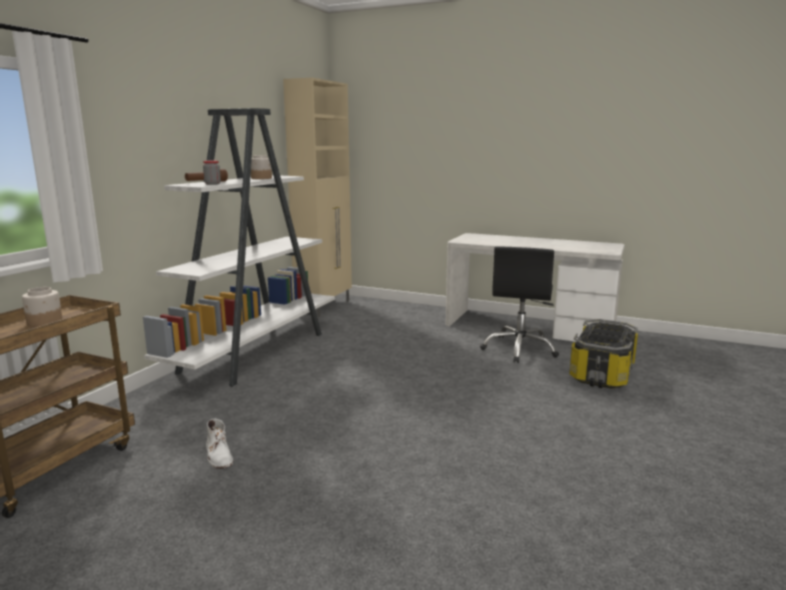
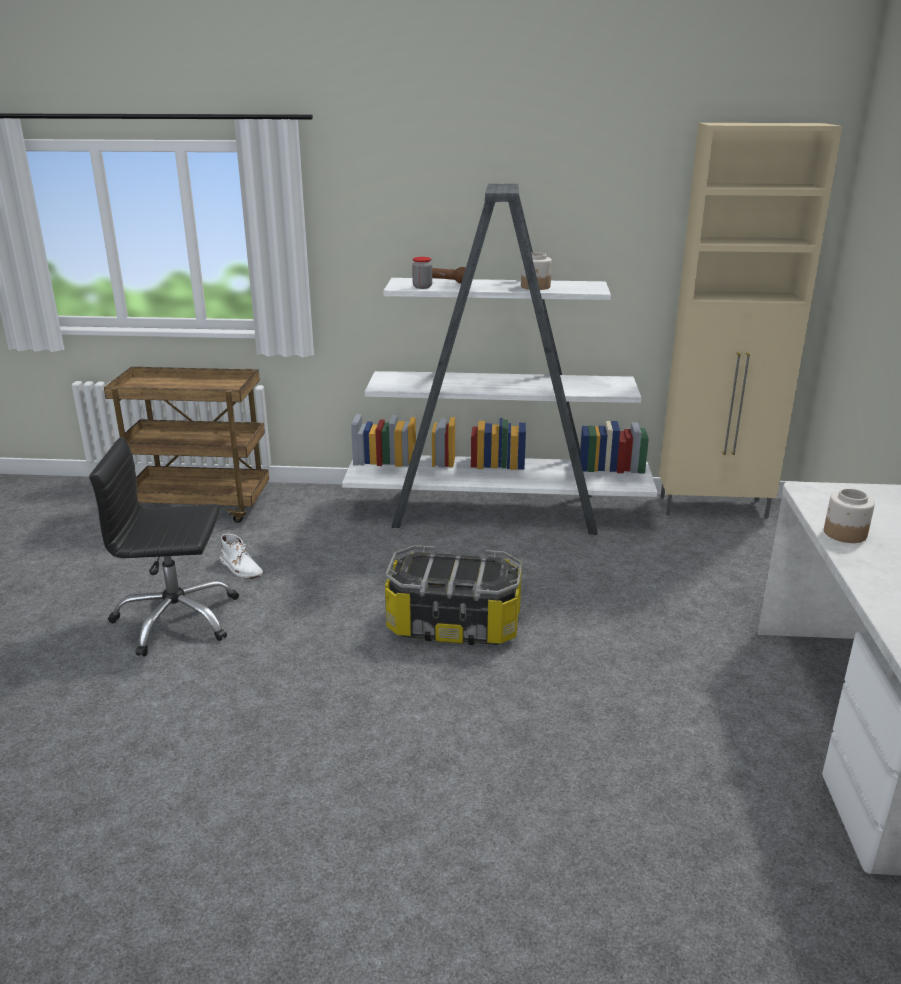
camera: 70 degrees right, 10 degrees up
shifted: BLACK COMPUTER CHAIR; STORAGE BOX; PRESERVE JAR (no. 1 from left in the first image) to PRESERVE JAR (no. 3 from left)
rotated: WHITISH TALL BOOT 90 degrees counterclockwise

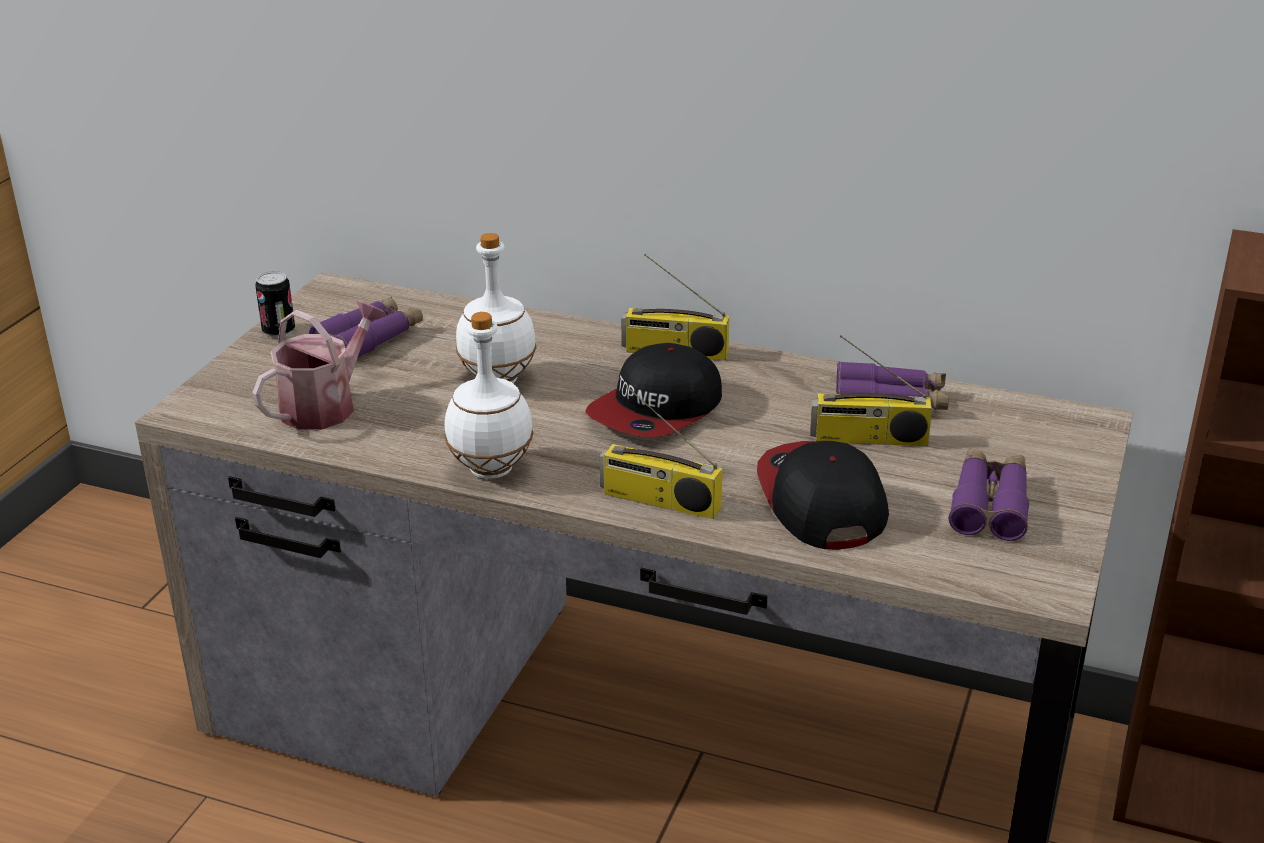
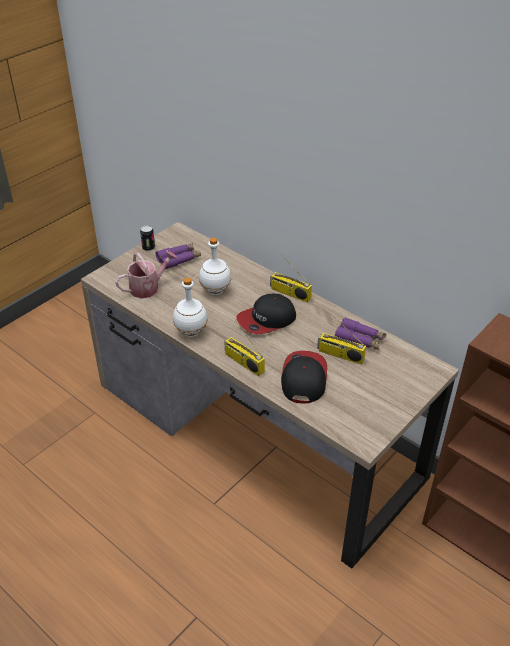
camera: 20 degrees right, 10 degrees up
gone: PURPLISH FIELD GLASSES (no. 3 from left)

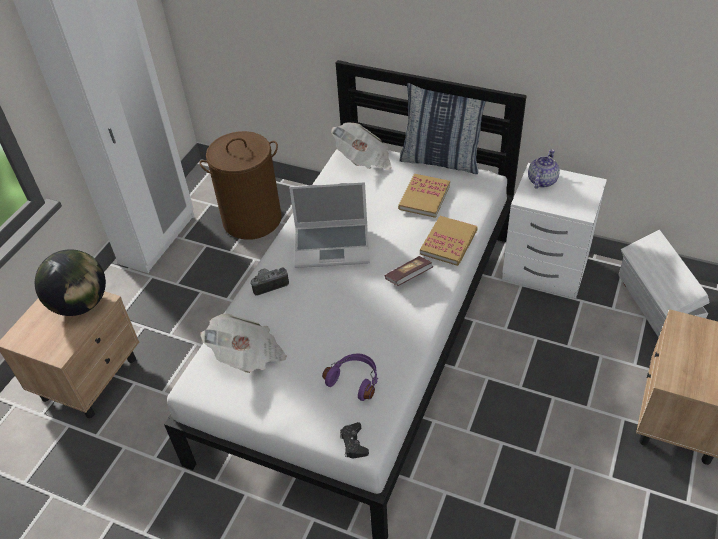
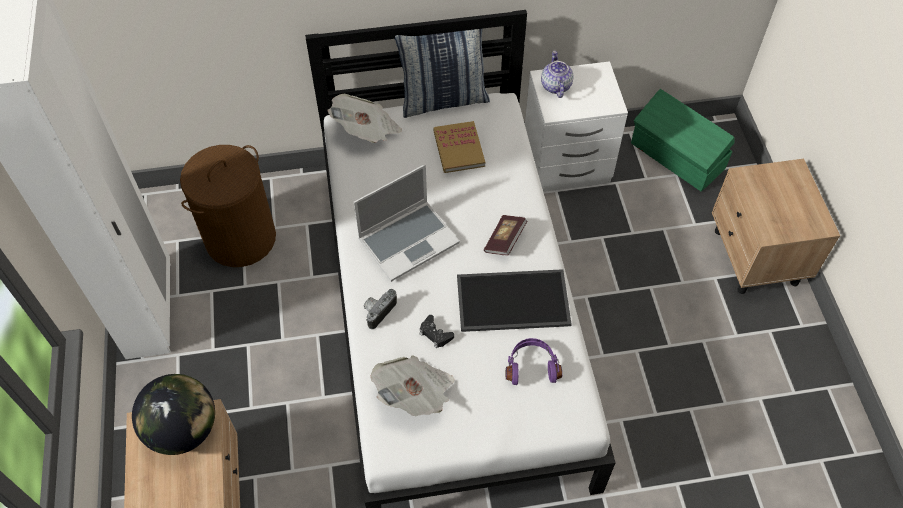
camera: 35 degrees left, 10 degrees up
gone: VOLUME (no. 3 from left)
new: TRAY
shifted: BLACK JOYPAD
repainted: WHITISH STORAGE BOX to GREENISH STORAGE BOX

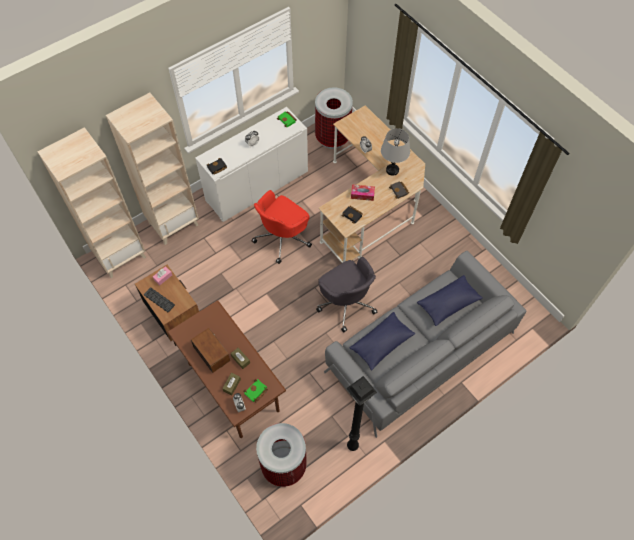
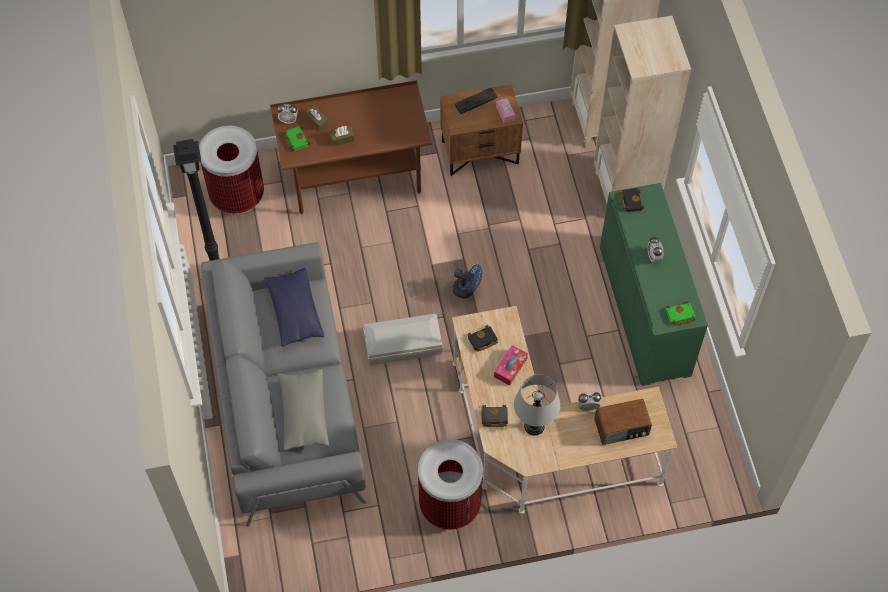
camera: 115 degrees right, 0 degrees up
gone: RED-COLOURED COMPUTER CHAIR
new: BLUISH COOLING FAN
shifted: RUBBISH BIN (no. 2 from left); RADIO SET
swapped: GRAY COMPUTER CHAIR to WHITISH STORAGE BOX
repainted: BLUISH CUSHION (no. 2 from left) to GRAY CUSHION; WHITISH CUPBOARD to GREENISH CUPBOARD

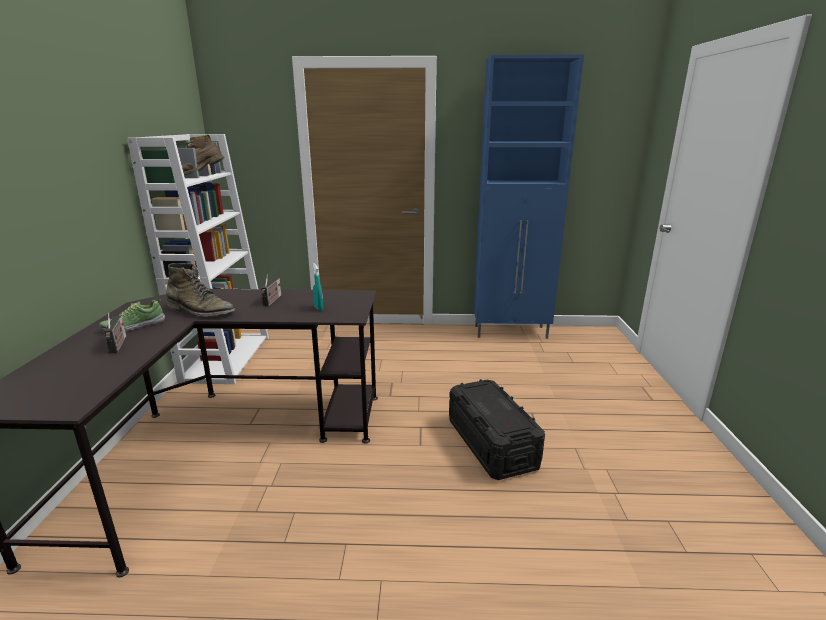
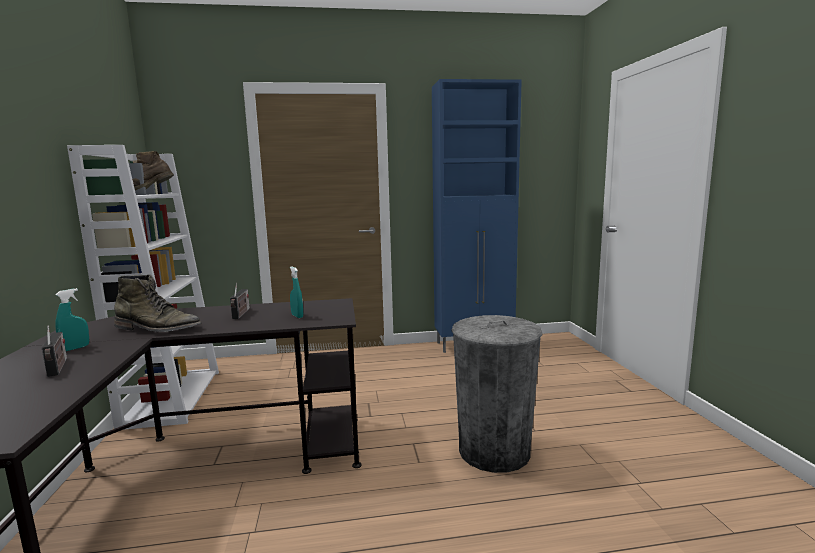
camera: 10 degrees left, 10 degrees down
swapped: SHOE to TURQUOISE SPRAY BOTTLE (no. 1 from left); BLACK STORAGE BOX to GRAY RUBBISH BIN

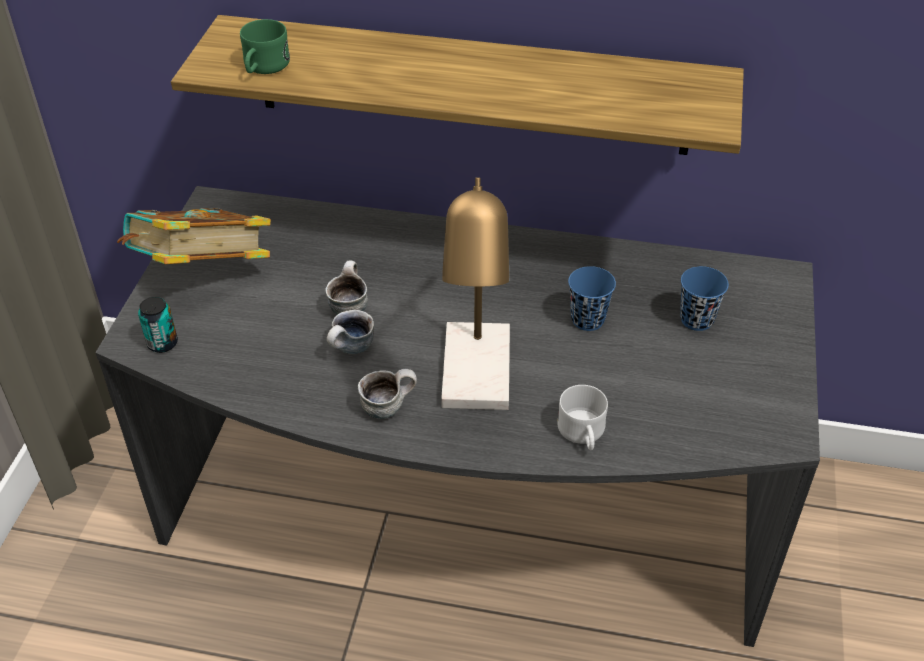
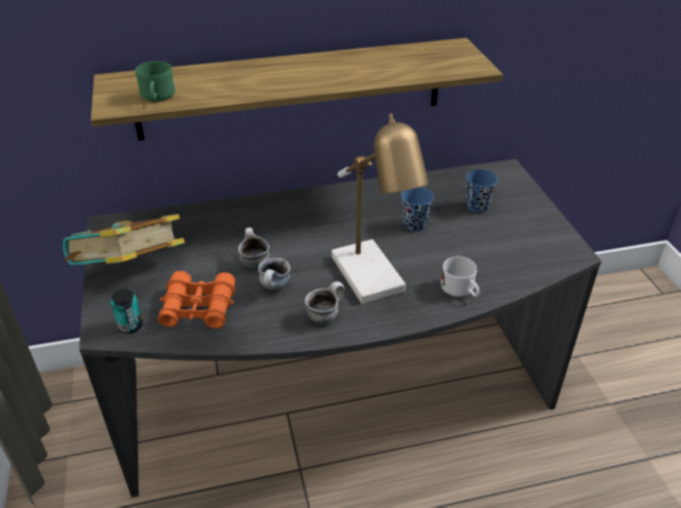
camera: 25 degrees left, 5 degrees down
new: ORANGE-COLOURED FIELD GLASSES

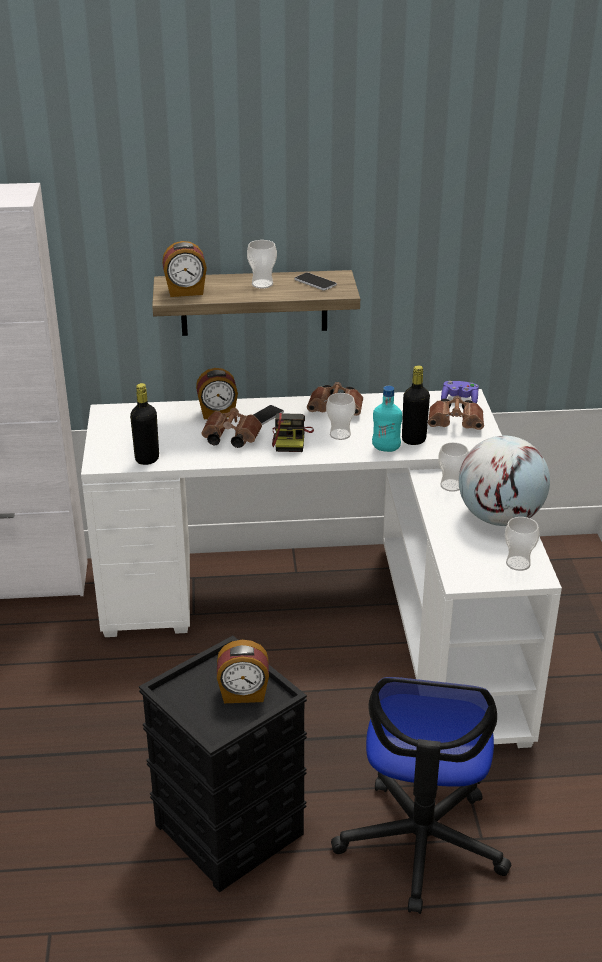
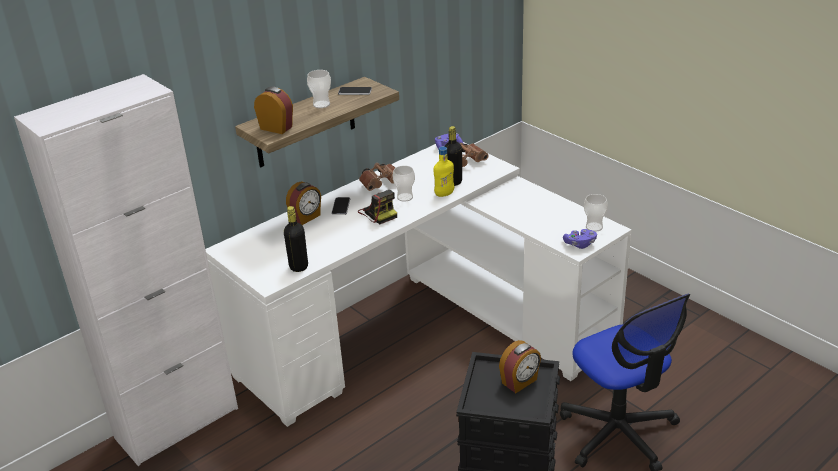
camera: 35 degrees left, 0 degrees up
gone: BROWNISH FIELD GLASSES (no. 1 from left); DRINKING CUP (no. 3 from left); GLOBE
new: PURPLISH JOYPAD (no. 2 from left)
repainted: TURQUOISE BOTTLE to YELLOW BOTTLE
rotated: TABLE CLOCK (no. 1 from left) 105 degrees counterclockwise

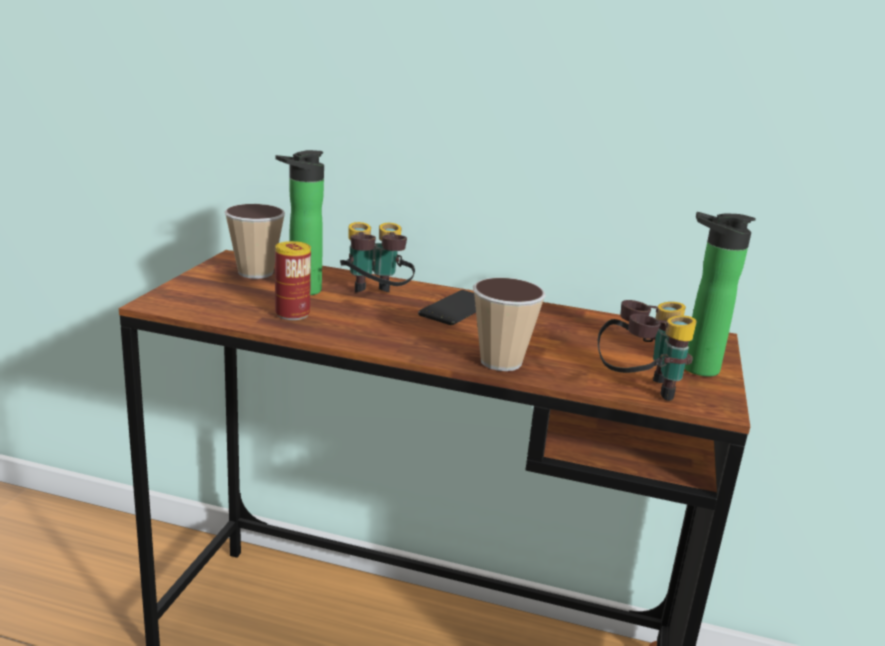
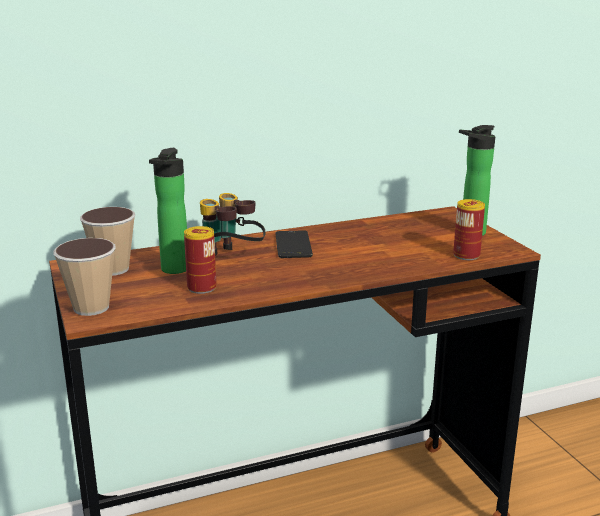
camera: 35 degrees left, 0 degrees up
shifted: DRINKING CUP (no. 2 from left in the first image) to DRINKING CUP (no. 1 from left)
swapped: FIELD GLASSES (no. 2 from left) to SEALED CAN (no. 2 from left)

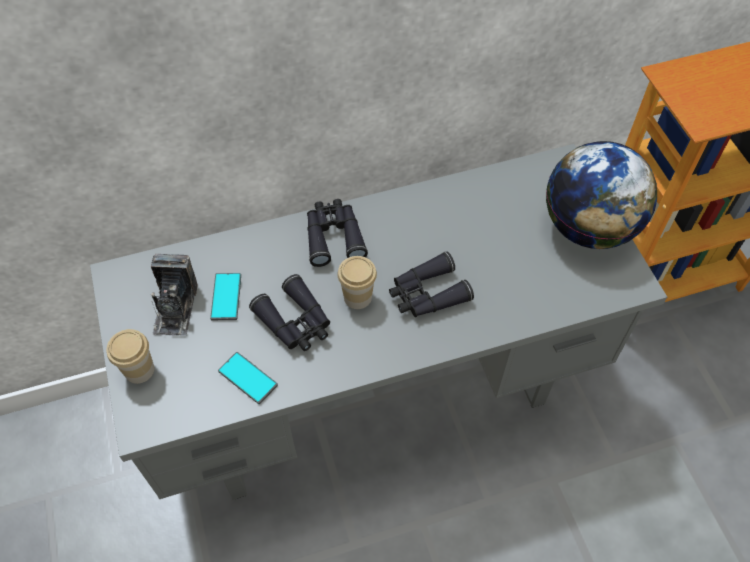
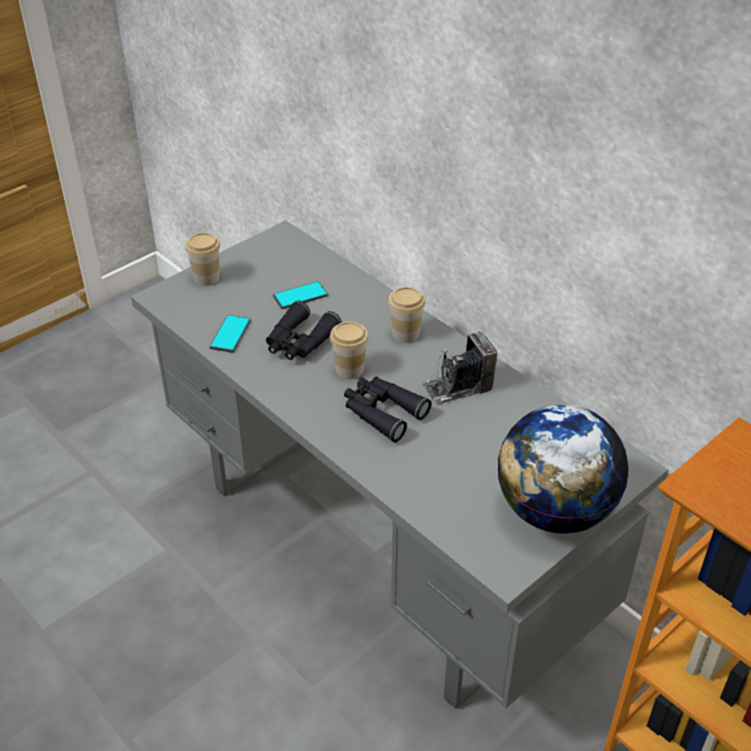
camera: 65 degrees right, 15 degrees down
shifted: PHOTO CAMERA
swapped: BLACK FIELD GLASSES (no. 2 from left) to DRINKING CUP (no. 3 from left)

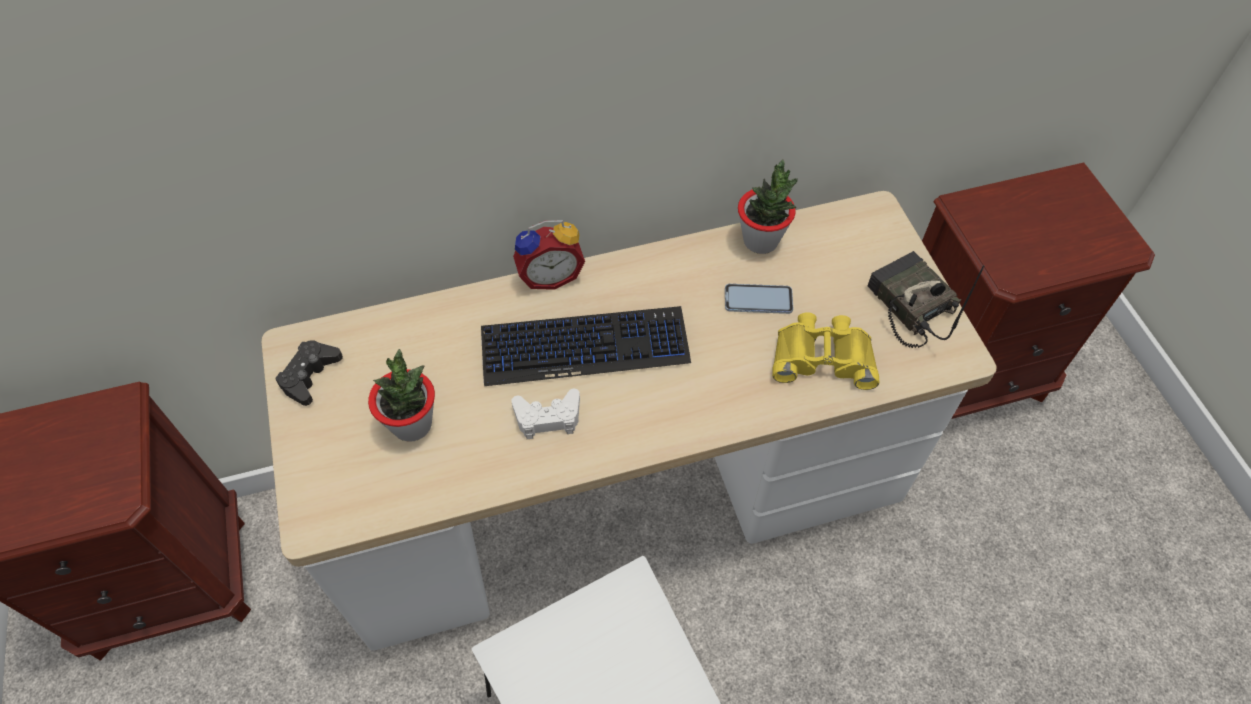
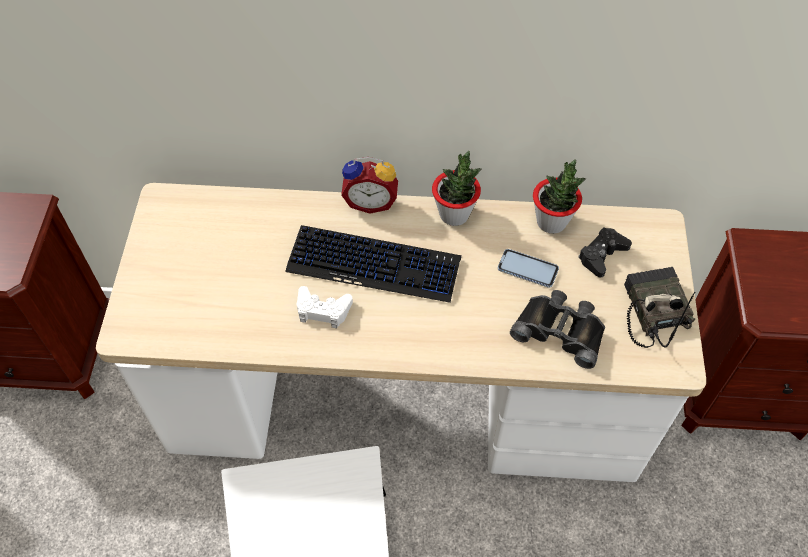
camera: 20 degrees right, 0 degrees up
shifted: POTTED PLANT (no. 1 from left); BLACK JOYPAD
repainted: YELLOW FIELD GLASSES to BLACK FIELD GLASSES

